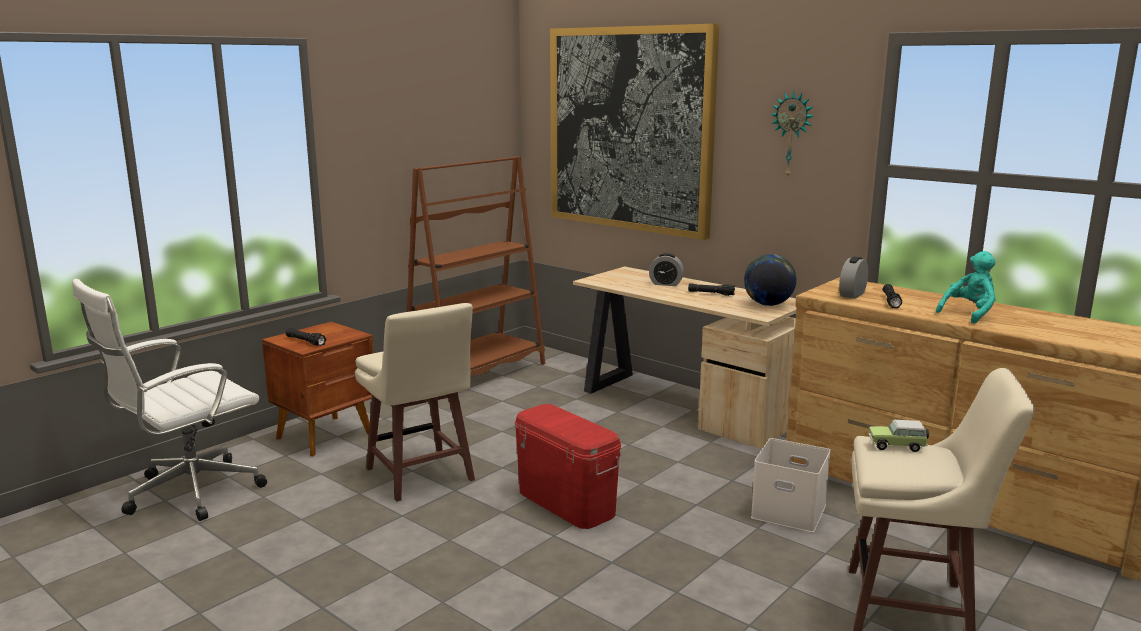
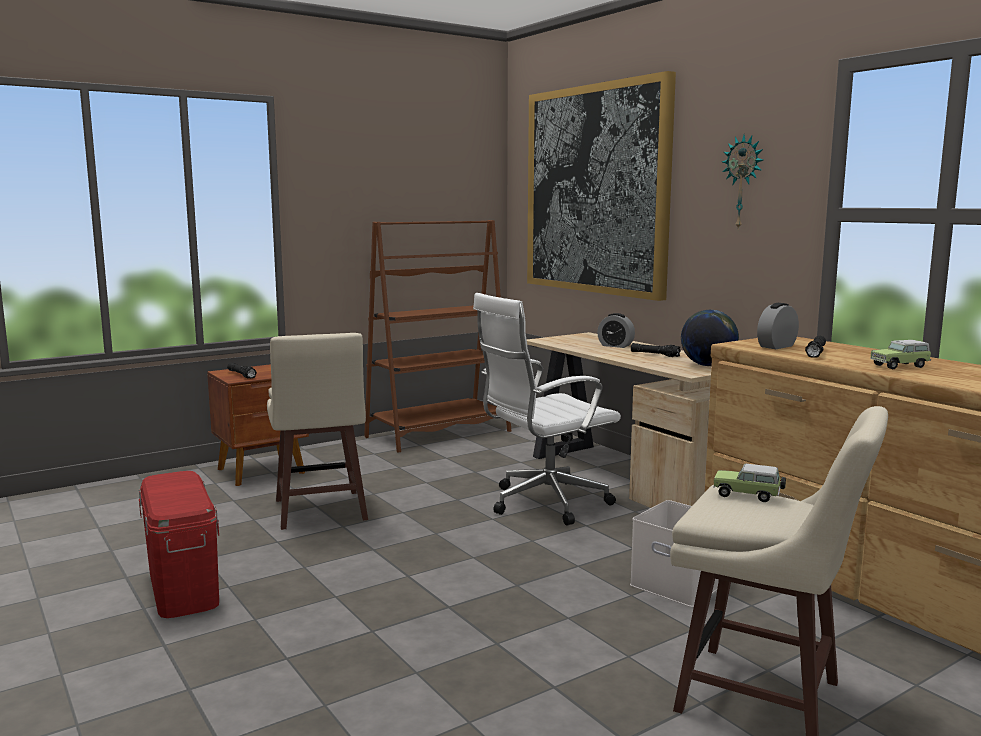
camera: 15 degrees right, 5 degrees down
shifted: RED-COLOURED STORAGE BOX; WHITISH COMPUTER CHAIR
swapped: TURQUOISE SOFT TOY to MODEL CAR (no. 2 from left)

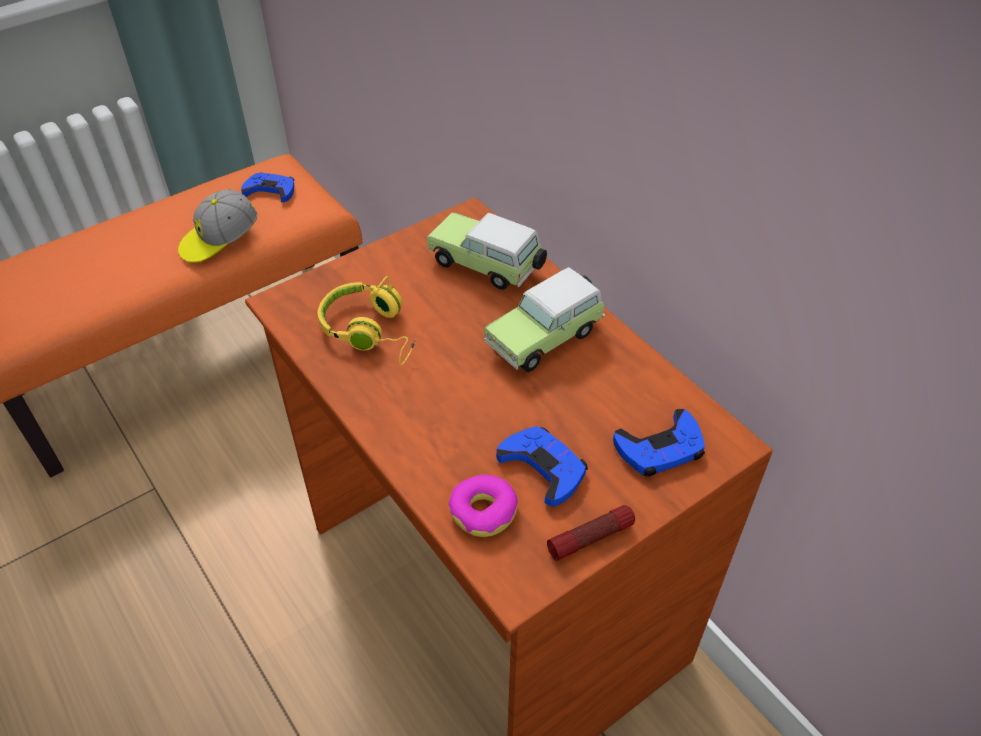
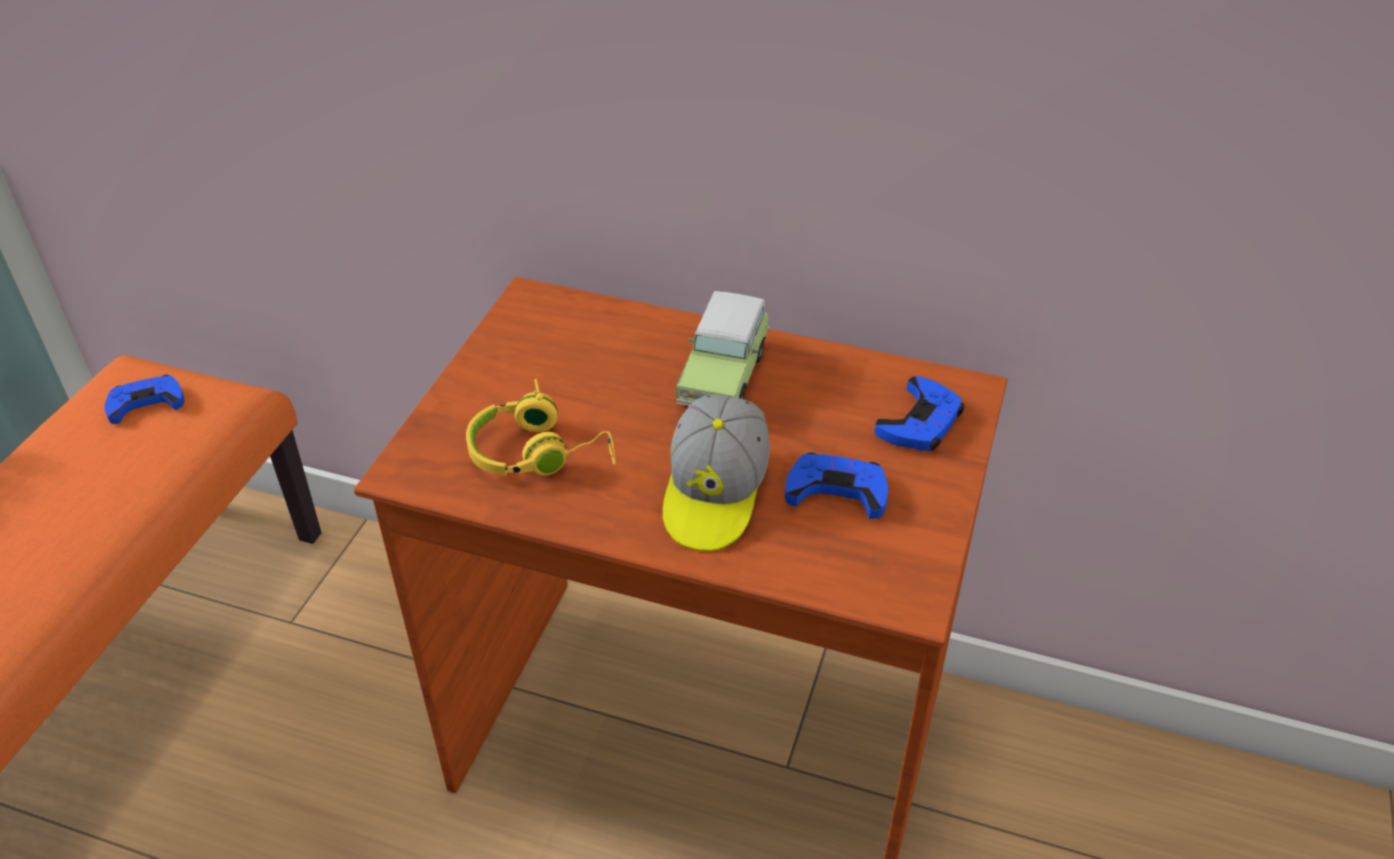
camera: 35 degrees left, 5 degrees down
gone: MODEL CAR (no. 1 from left); DOUGHNUT; TORCH
shifted: CAP

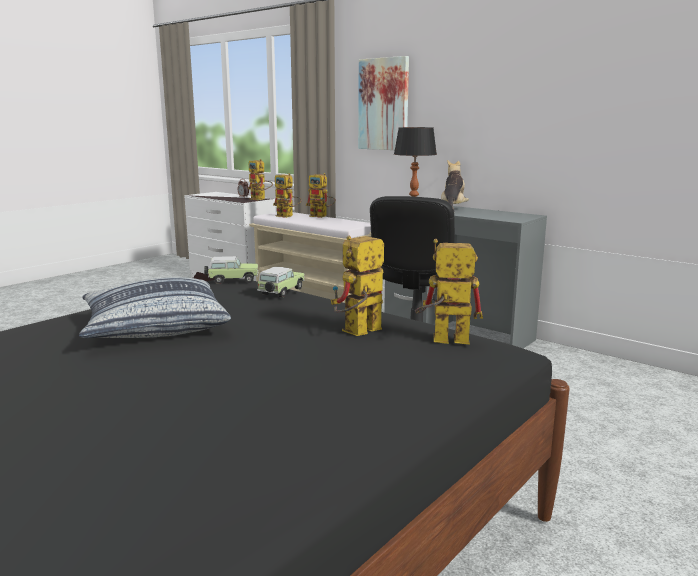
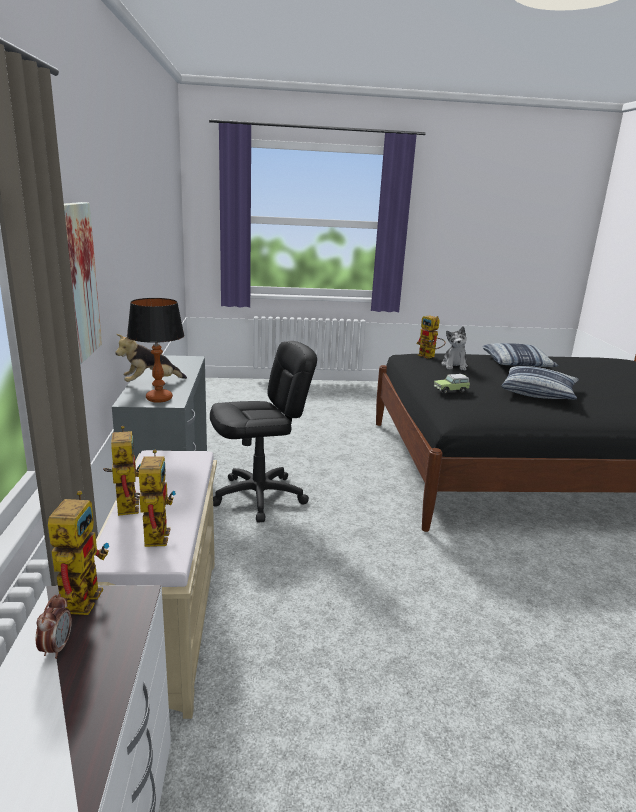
camera: 135 degrees left, 5 degrees up
gone: MODEL CAR (no. 1 from left)
new: CUSHION (no. 1 from left)
swapped: ROBOT FIGURE (no. 4 from left) to SOFT TOY (no. 2 from left)

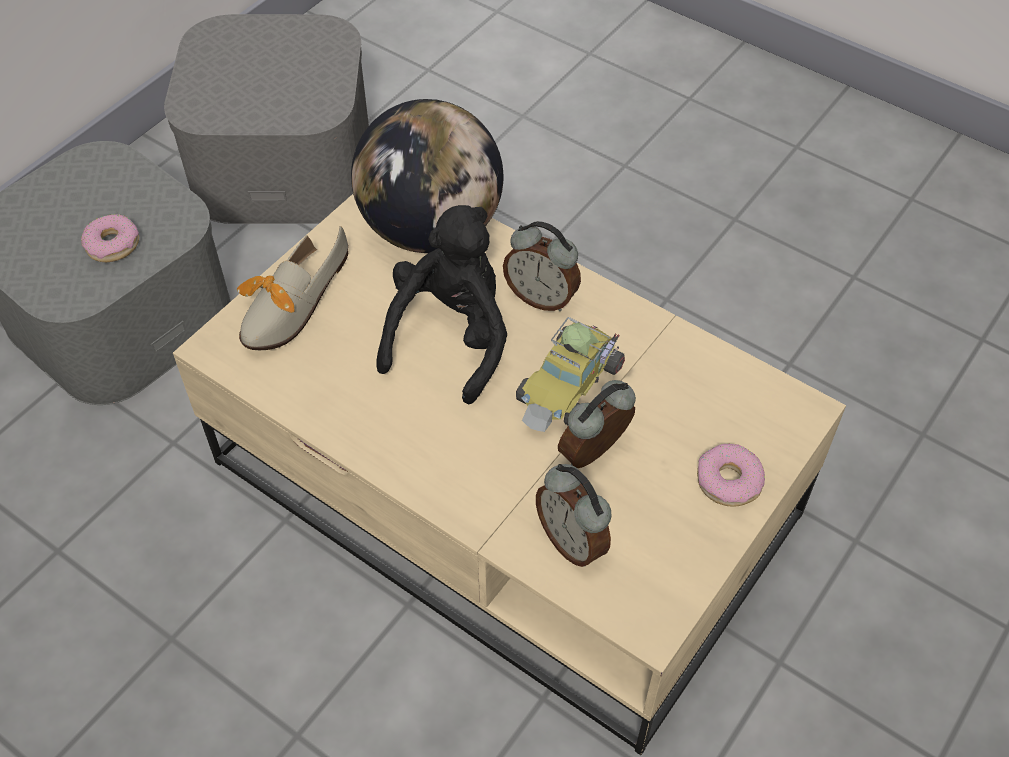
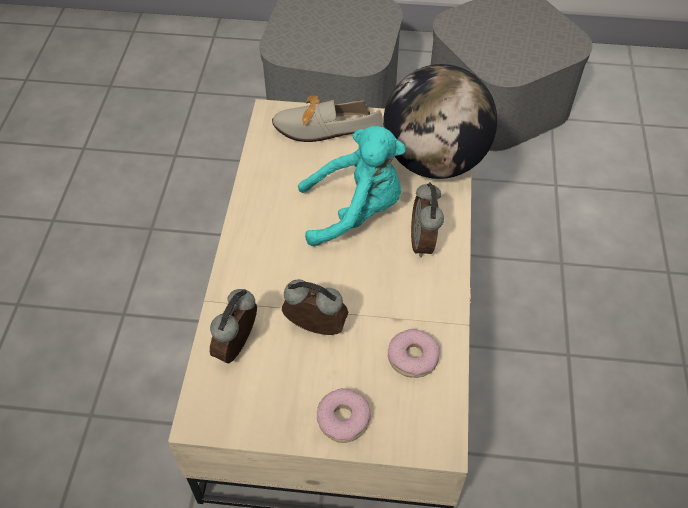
camera: 60 degrees right, 0 degrees up
gone: MODEL CAR
shifted: DOUGHNUT (no. 1 from left in the first image) to DOUGHNUT (no. 2 from left)
repainted: BLACK SOFT TOY to TURQUOISE SOFT TOY

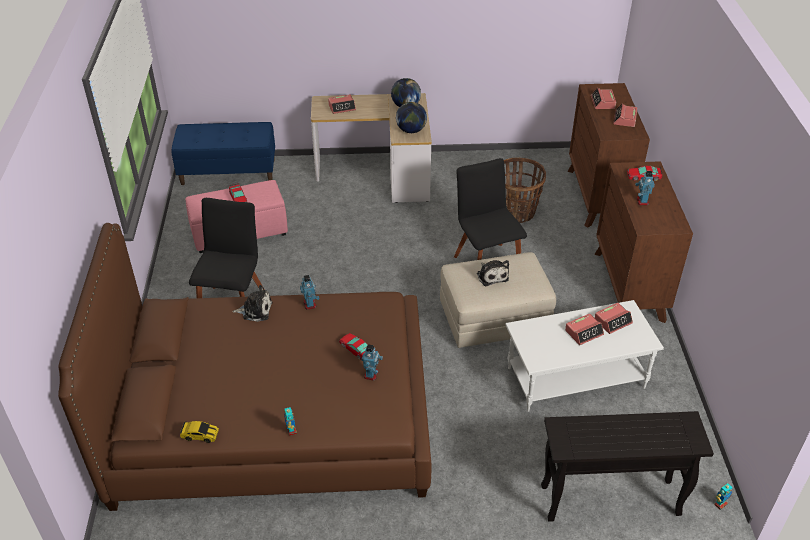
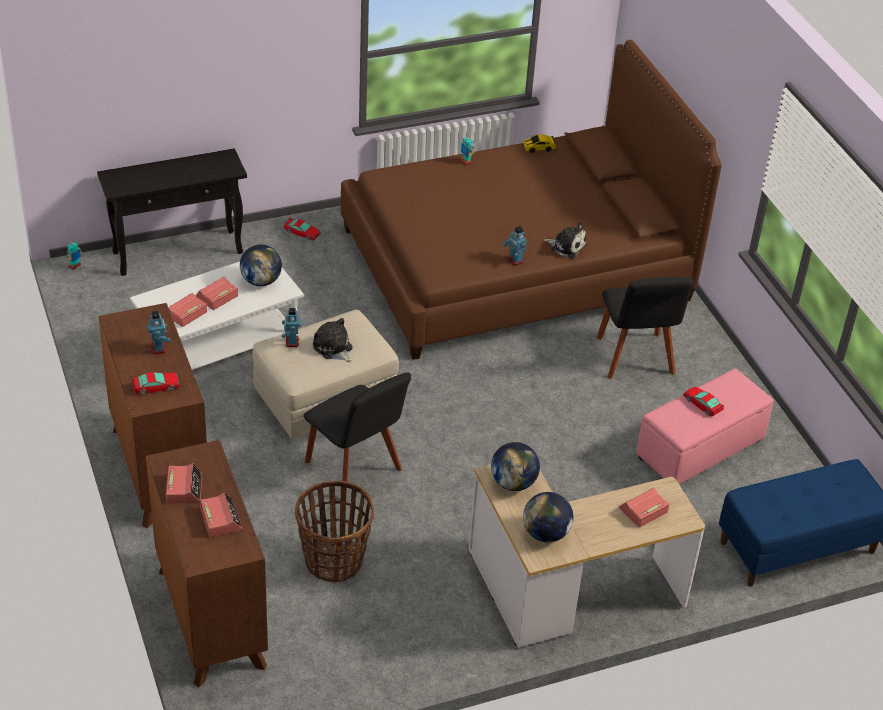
camera: 160 degrees right, 0 degrees up
new: GLOBE (no. 1 from left)
shifted: ROBOT FIGURE (no. 3 from left); MODEL CAR (no. 3 from left in the first image) to MODEL CAR (no. 2 from left)
rotated: SOFT TOY (no. 1 from left in the first image) 135 degrees counterclockwise

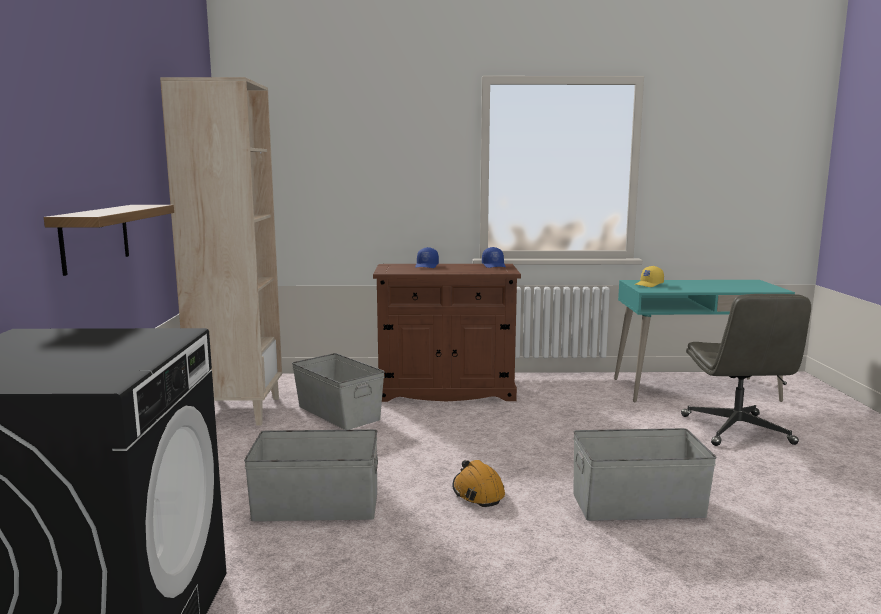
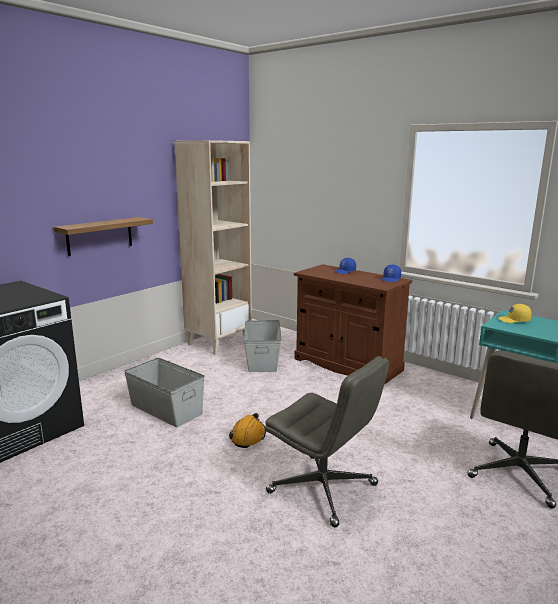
camera: 40 degrees right, 5 degrees up
swapped: GRAY STORAGE BOX (no. 3 from left) to GRAY COMPUTER CHAIR (no. 1 from left)

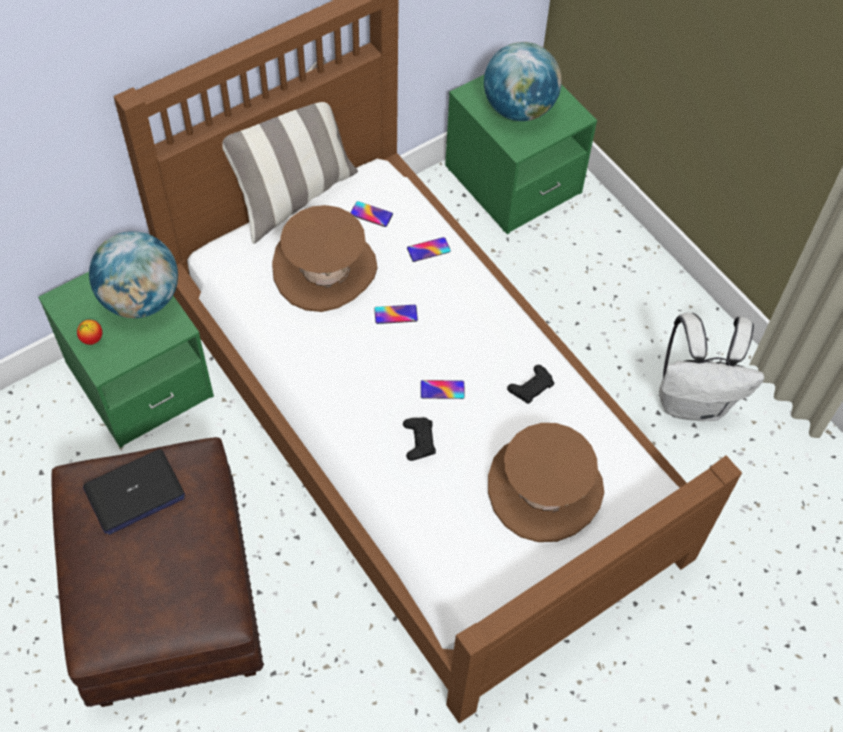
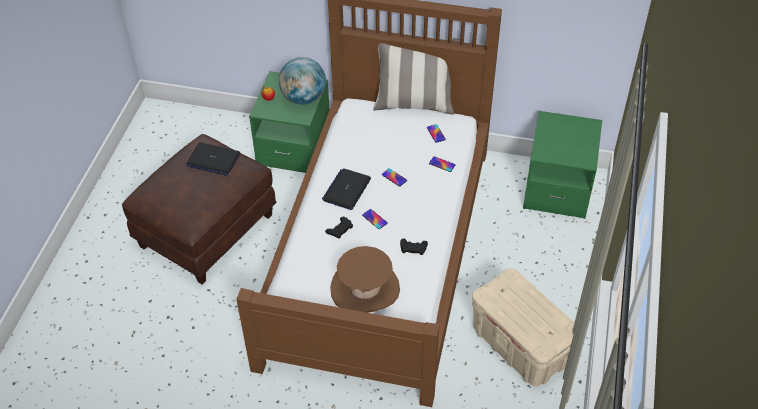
camera: 50 degrees right, 10 degrees down
gone: BROWNISH HAT (no. 1 from left); GLOBE (no. 2 from left)
new: LAPTOP (no. 2 from left)
swapped: WHITISH BACKPACK to BEIGE-COLOURED STORAGE BOX

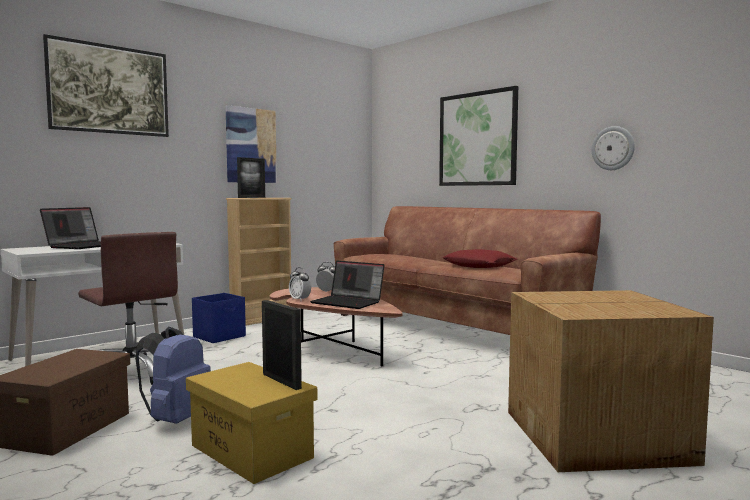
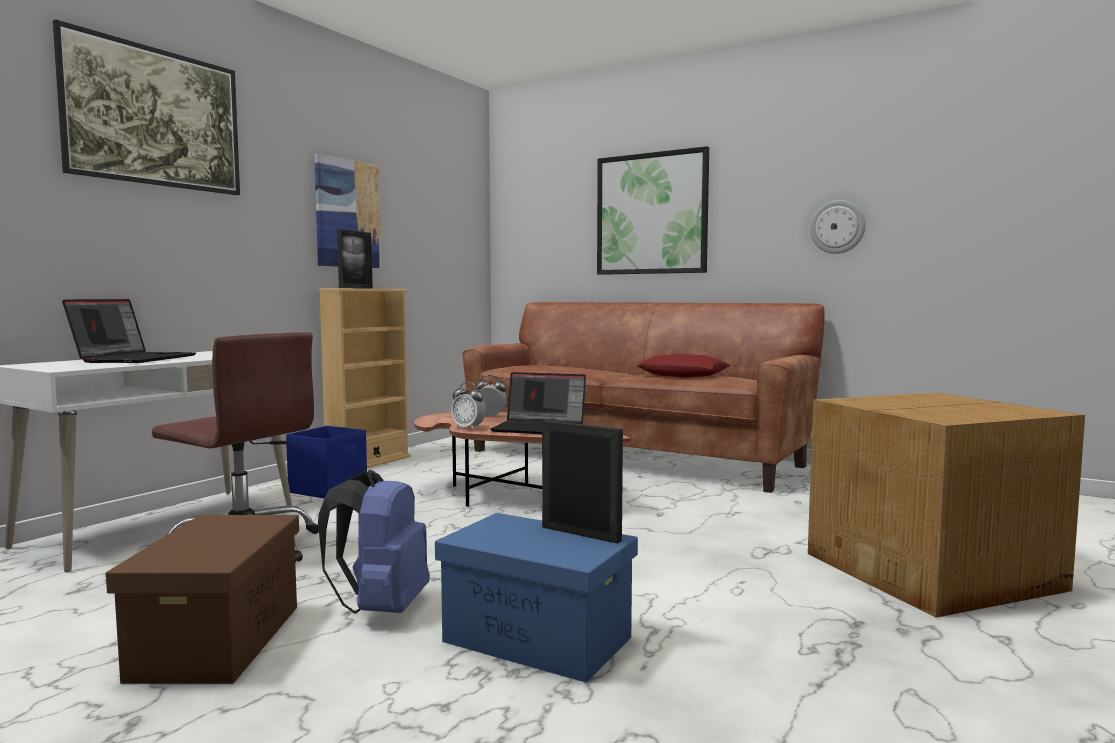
camera: 15 degrees left, 0 degrees up
repainted: YELLOW STORAGE BOX to BLUISH STORAGE BOX (no. 2 from left)

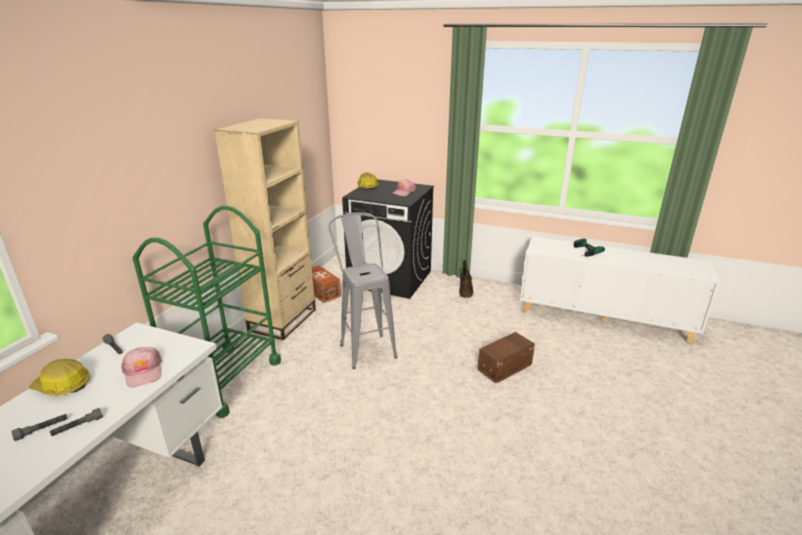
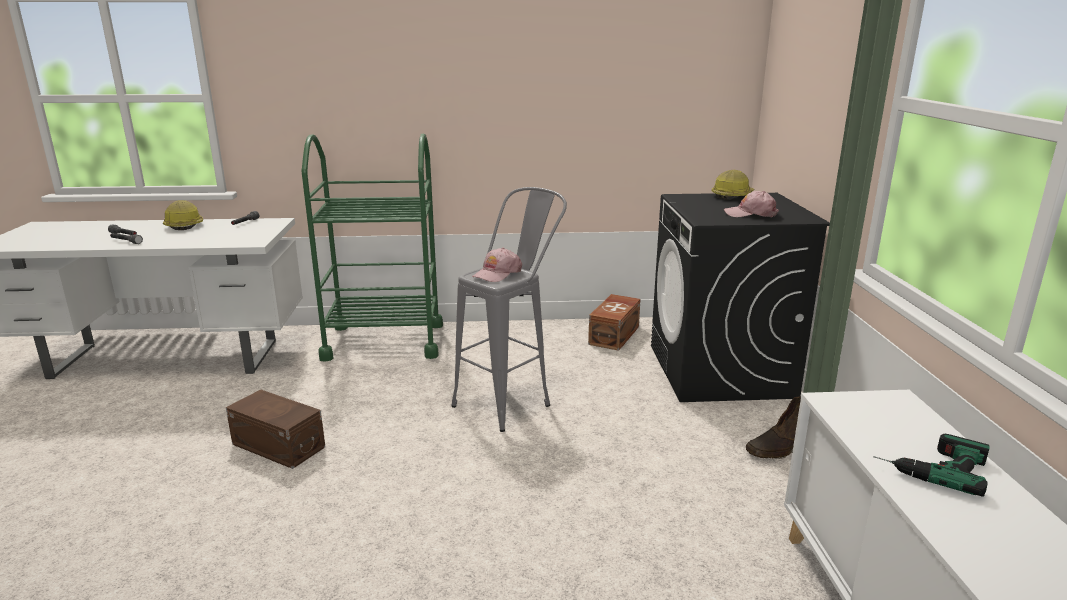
camera: 65 degrees right, 5 degrees down
gone: BEIGE-COLOURED BOOKCASE
shifted: BROWNISH STORAGE BOX (no. 2 from left in the first image) to BROWNISH STORAGE BOX (no. 1 from left); PINK-COLOURED CAP (no. 1 from left)

